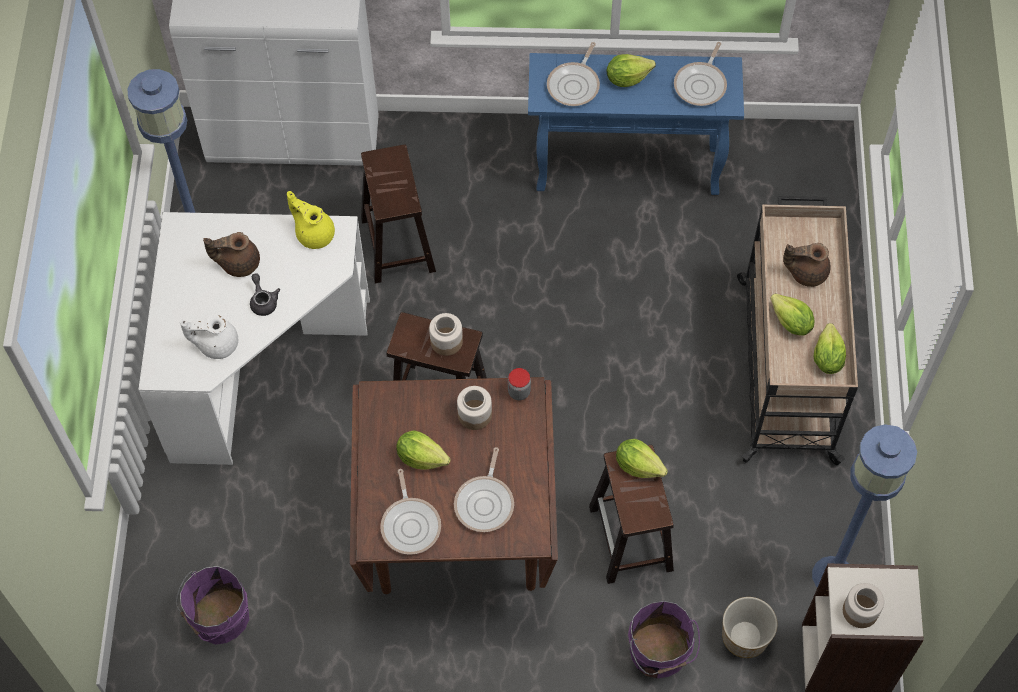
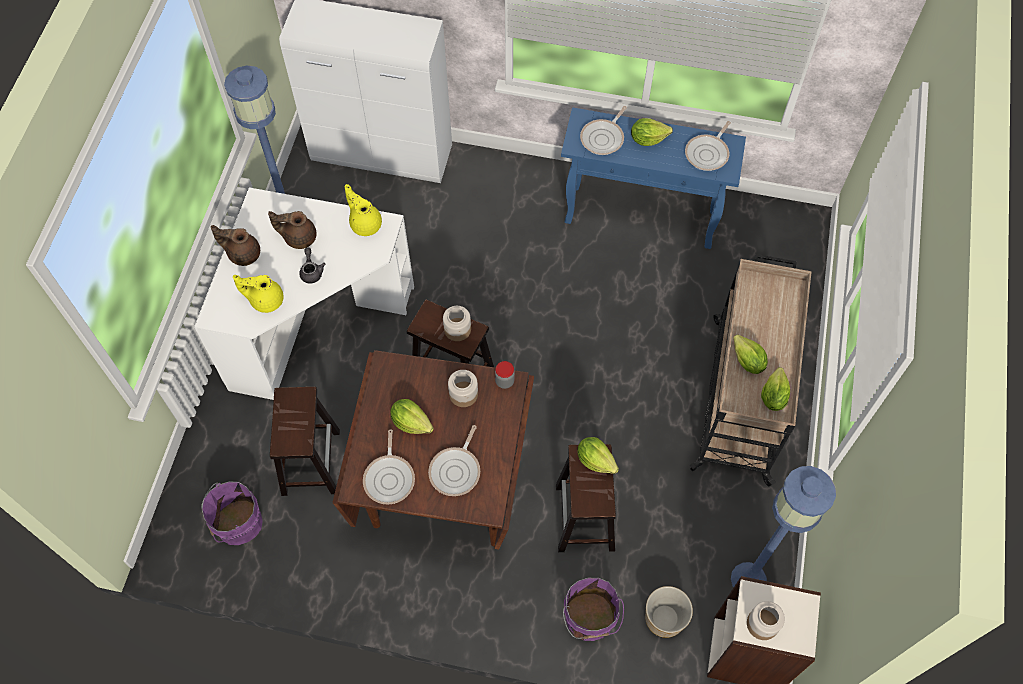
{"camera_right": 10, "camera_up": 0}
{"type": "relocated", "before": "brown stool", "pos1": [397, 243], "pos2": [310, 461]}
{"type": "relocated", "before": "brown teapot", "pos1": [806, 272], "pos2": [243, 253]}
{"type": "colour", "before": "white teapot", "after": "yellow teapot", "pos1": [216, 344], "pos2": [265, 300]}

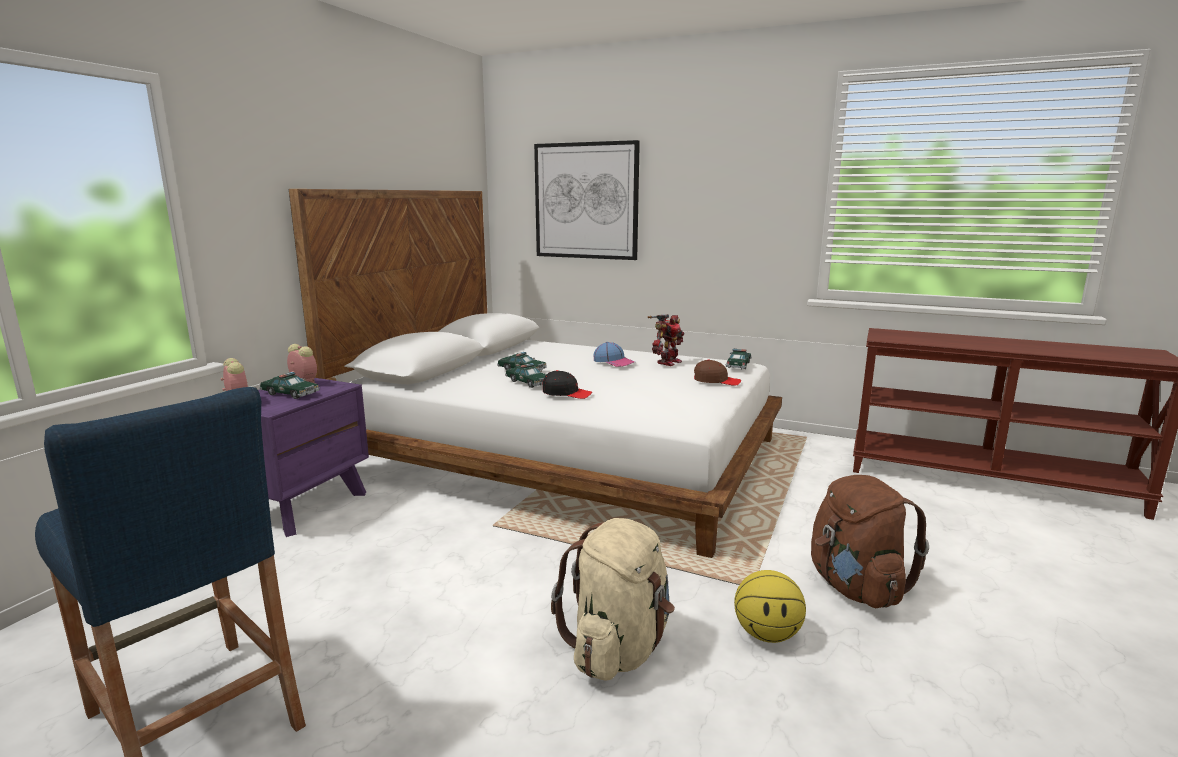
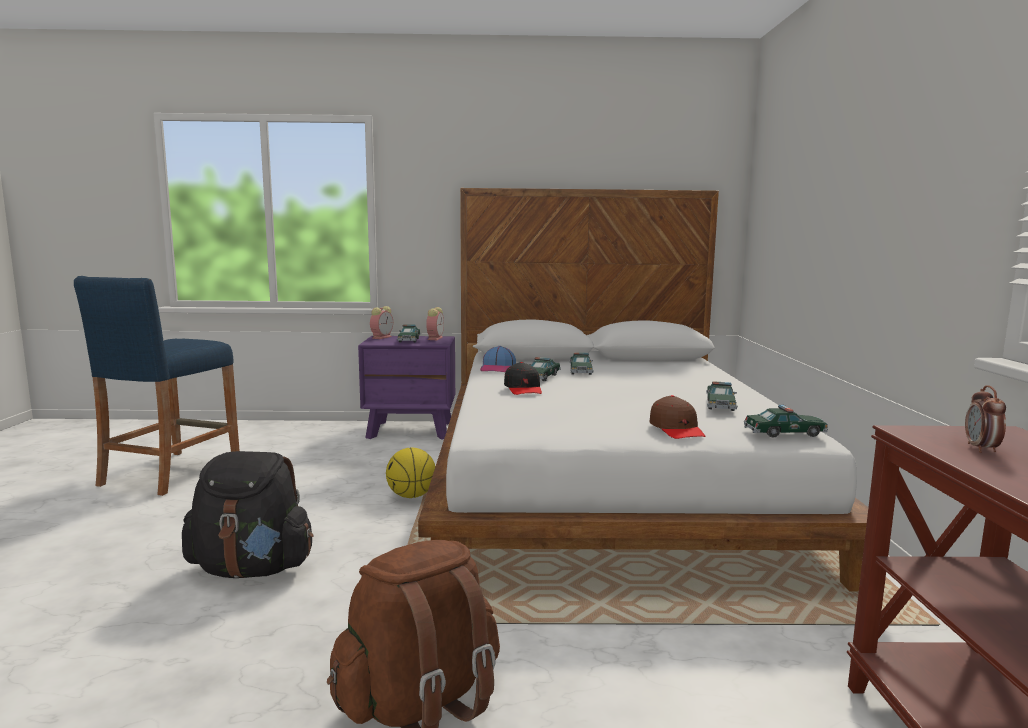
{"camera_right": 65, "camera_up": -5}
{"type": "missing", "before": "picture", "pos1": [586, 201]}
{"type": "appeared", "after": "alarm clock", "pos2": [981, 449]}
{"type": "relocated", "before": "cap", "pos1": [614, 362], "pos2": [498, 368]}
{"type": "relocated", "before": "basketball", "pos1": [767, 635], "pos2": [411, 496]}
{"type": "exchanged", "before": "toy robot", "after": "toy car", "pos1": [667, 362], "pos2": [720, 405]}
{"type": "colour", "before": "beige backpack", "after": "black backpack", "pos1": [618, 648], "pos2": [252, 569]}

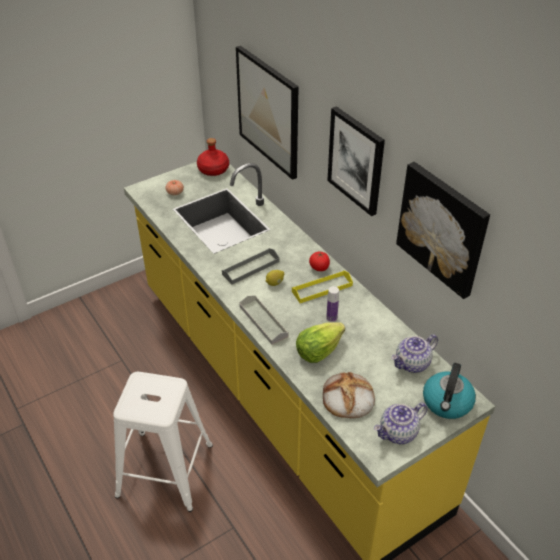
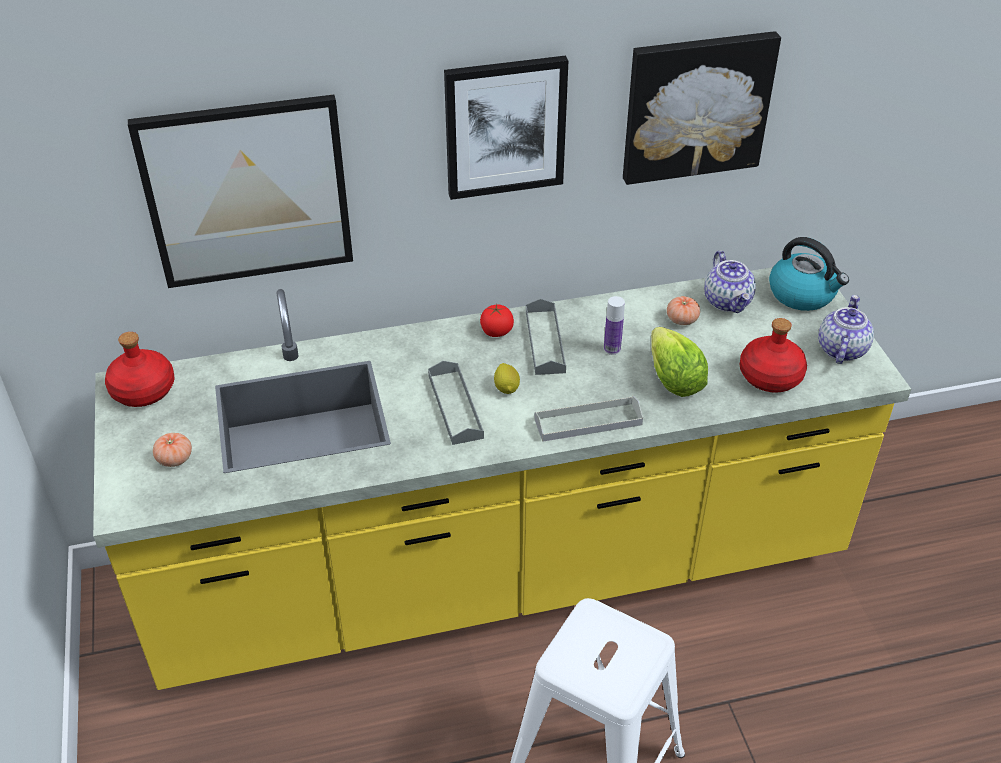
{"camera_right": -70, "camera_up": 0}
{"type": "appeared", "after": "tomato", "pos2": [682, 319]}
{"type": "exchanged", "before": "bread", "after": "red bottle", "pos1": [347, 398], "pos2": [771, 376]}
{"type": "colour", "before": "yellow tray", "after": "grey tray", "pos1": [322, 288], "pos2": [545, 341]}
{"type": "spun", "before": "teapot", "pos1": [398, 433], "pos2": [841, 349], "turn": -150}

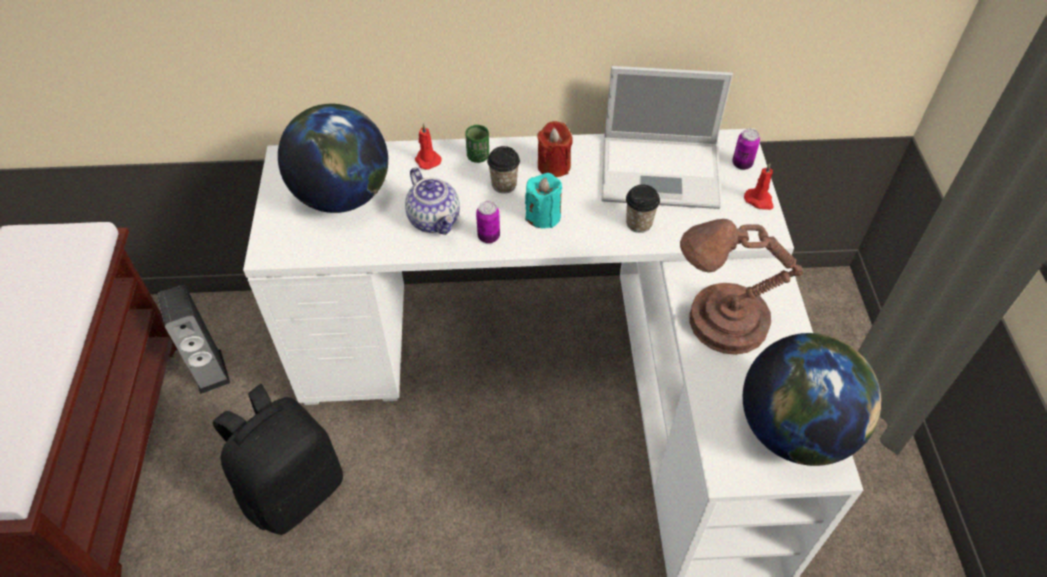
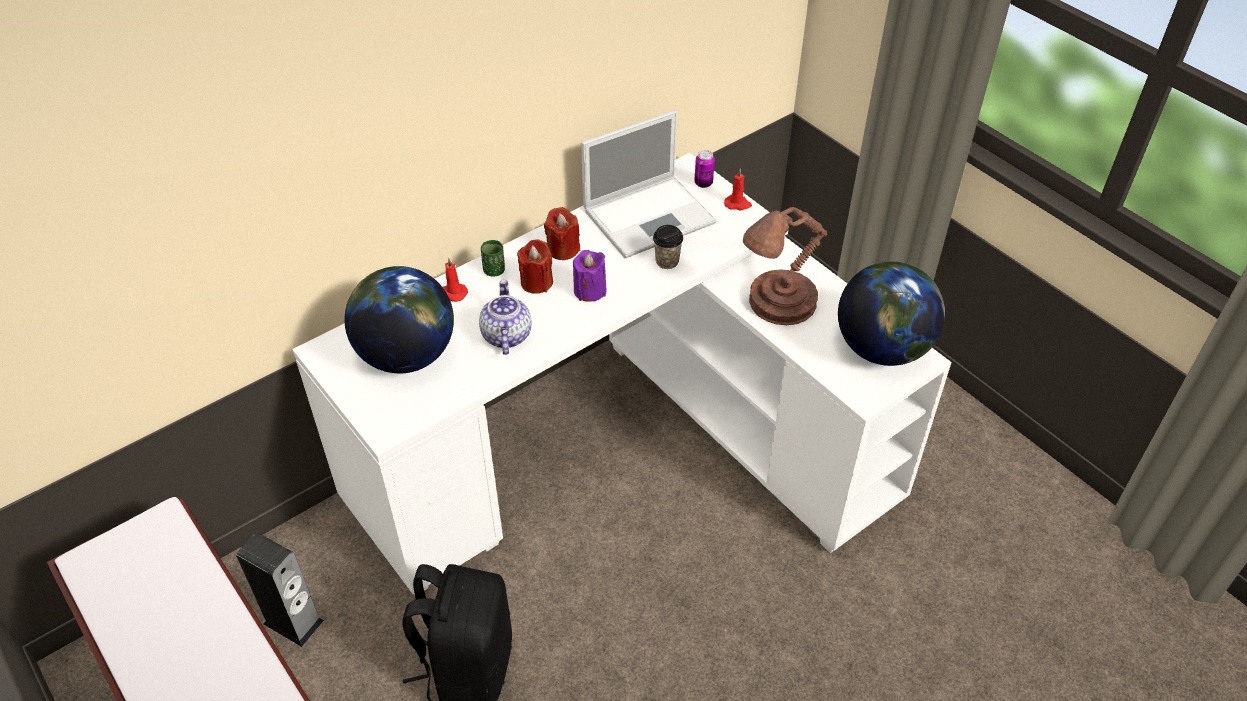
{"camera_right": -35, "camera_up": -5}
{"type": "missing", "before": "can", "pos1": [488, 236]}
{"type": "exchanged", "before": "cup", "after": "red candle", "pos1": [504, 185], "pos2": [536, 282]}
{"type": "colour", "before": "turquoise candle", "after": "purple candle", "pos1": [543, 216], "pos2": [590, 290]}
{"type": "spun", "before": "teapot", "pos1": [435, 220], "pos2": [505, 335], "turn": -120}

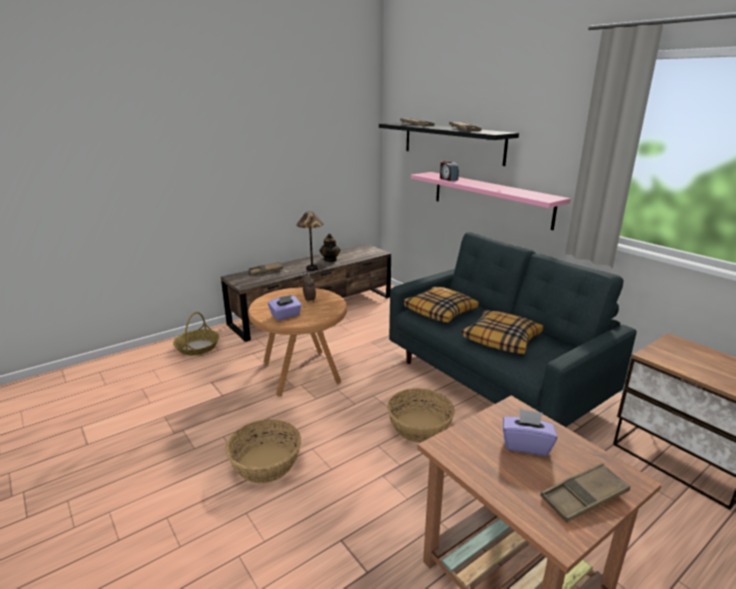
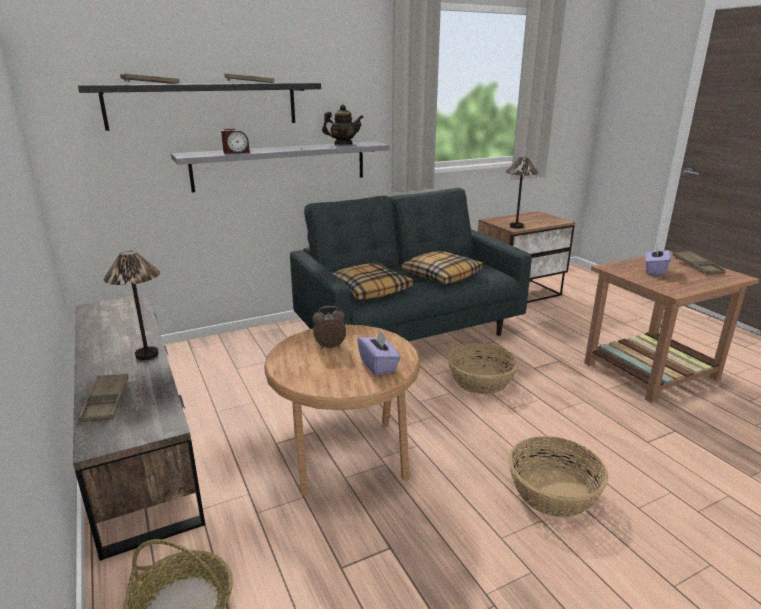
{"camera_right": -80, "camera_up": 0}
{"type": "appeared", "after": "table lamp", "pos2": [516, 226]}
{"type": "relocated", "before": "teapot", "pos1": [330, 260], "pos2": [343, 144]}
{"type": "colour", "before": "pink shelf", "after": "grey shelf", "pos1": [490, 198], "pos2": [281, 165]}

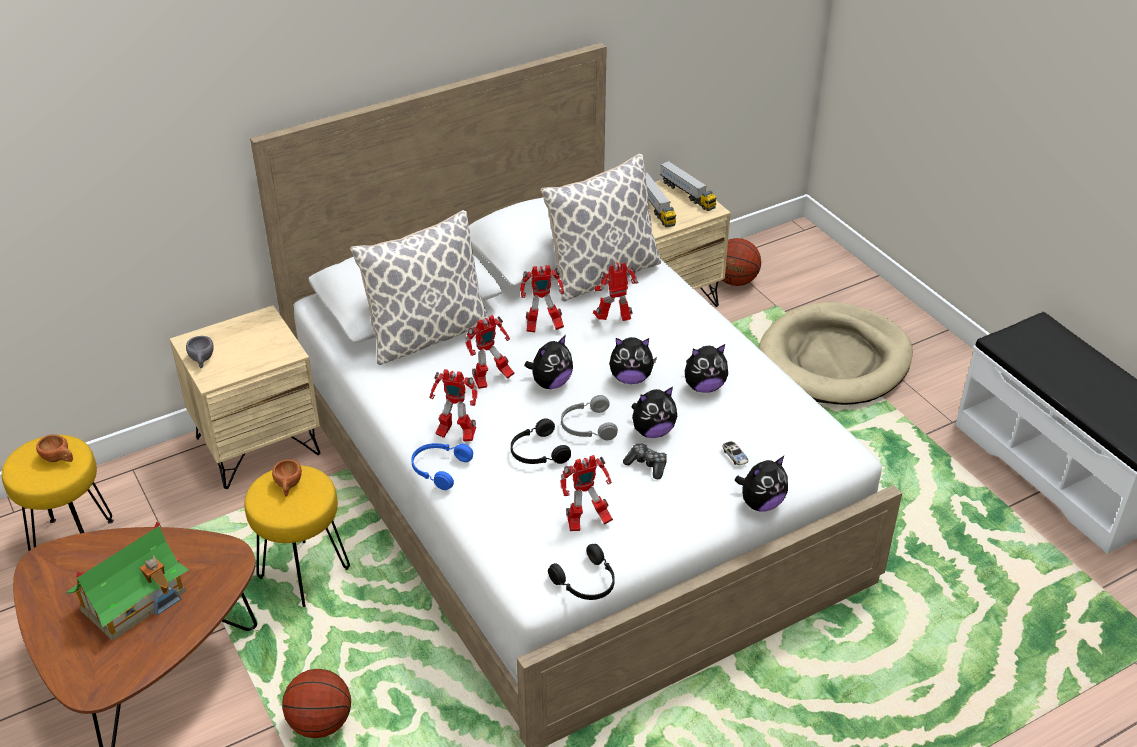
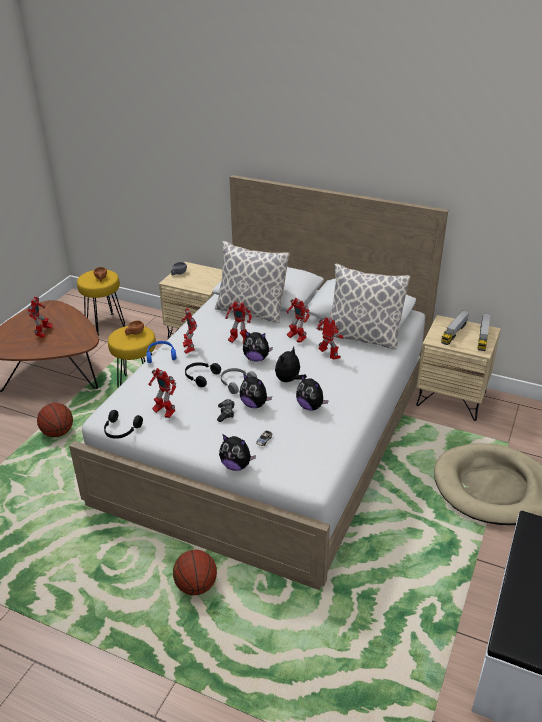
{"camera_right": 55, "camera_up": -5}
{"type": "relocated", "before": "basketball", "pos1": [735, 281], "pos2": [196, 586]}
{"type": "exchanged", "before": "toy house", "after": "toy robot", "pos1": [134, 599], "pos2": [43, 333]}
{"type": "spun", "before": "plush toy", "pos1": [630, 378], "pos2": [289, 380], "turn": 75}

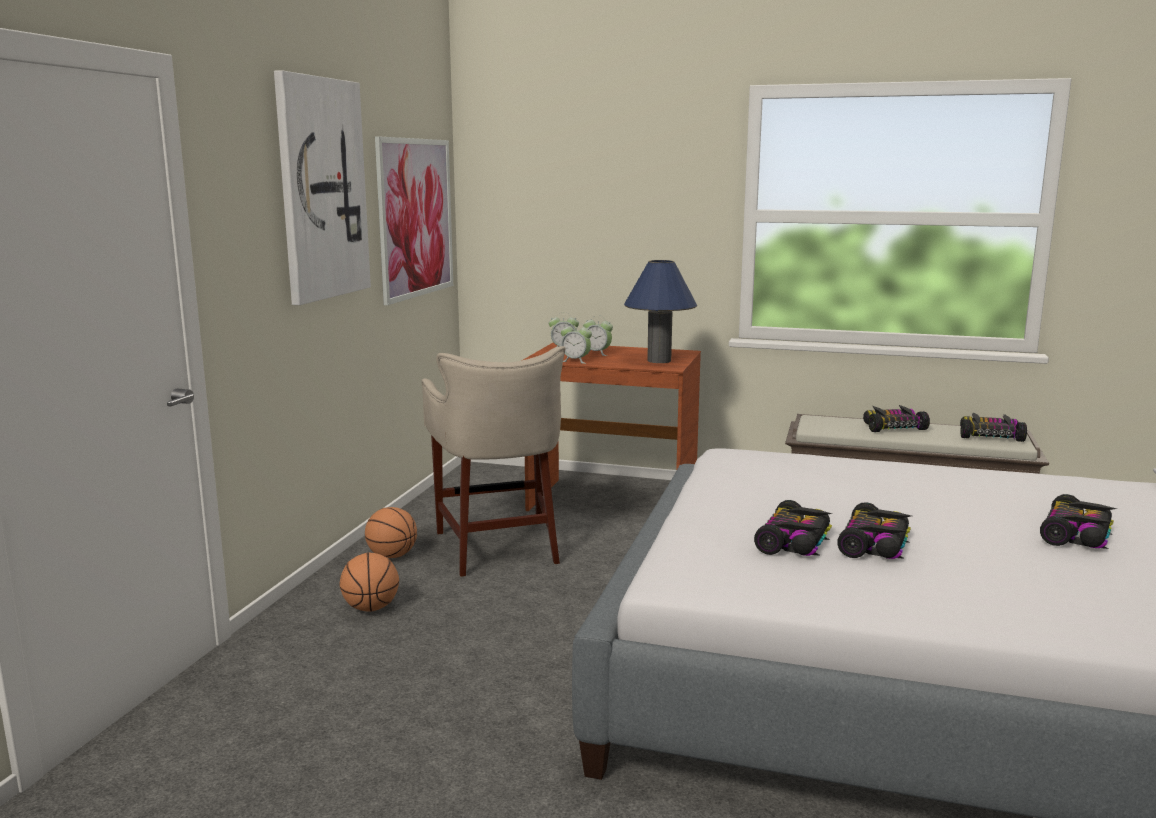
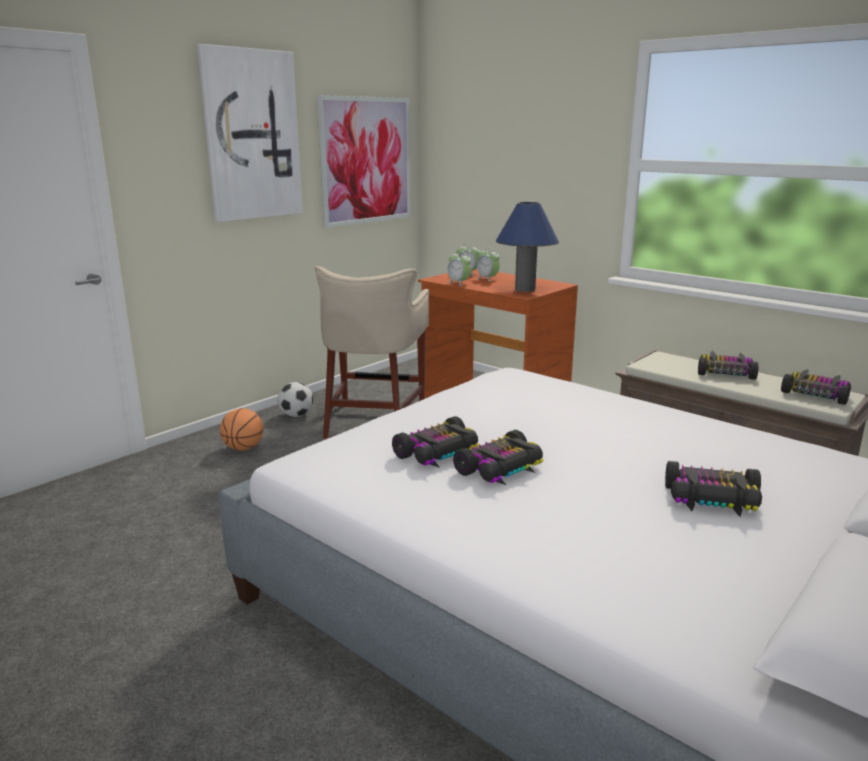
{"camera_right": 25, "camera_up": 5}
{"type": "exchanged", "before": "basketball", "after": "football", "pos1": [392, 556], "pos2": [296, 415]}
{"type": "spun", "before": "toy car", "pos1": [1077, 535], "pos2": [711, 499], "turn": 45}

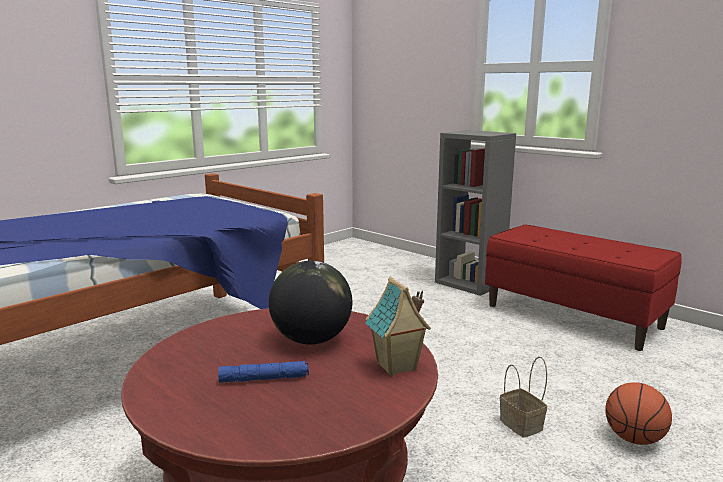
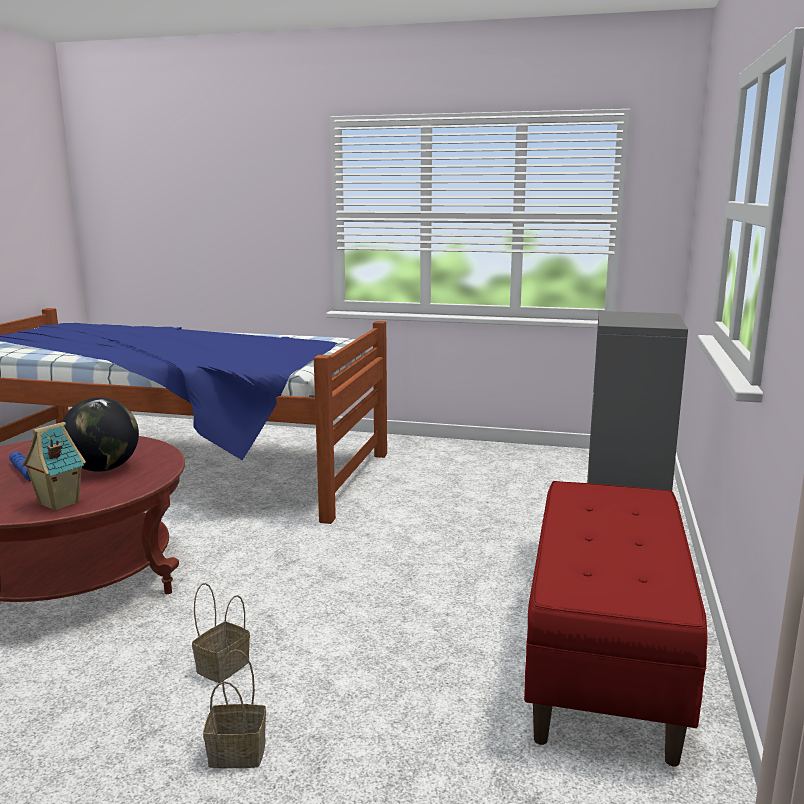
{"camera_right": 60, "camera_up": 0}
{"type": "exchanged", "before": "basketball", "after": "basket", "pos1": [634, 439], "pos2": [235, 754]}

